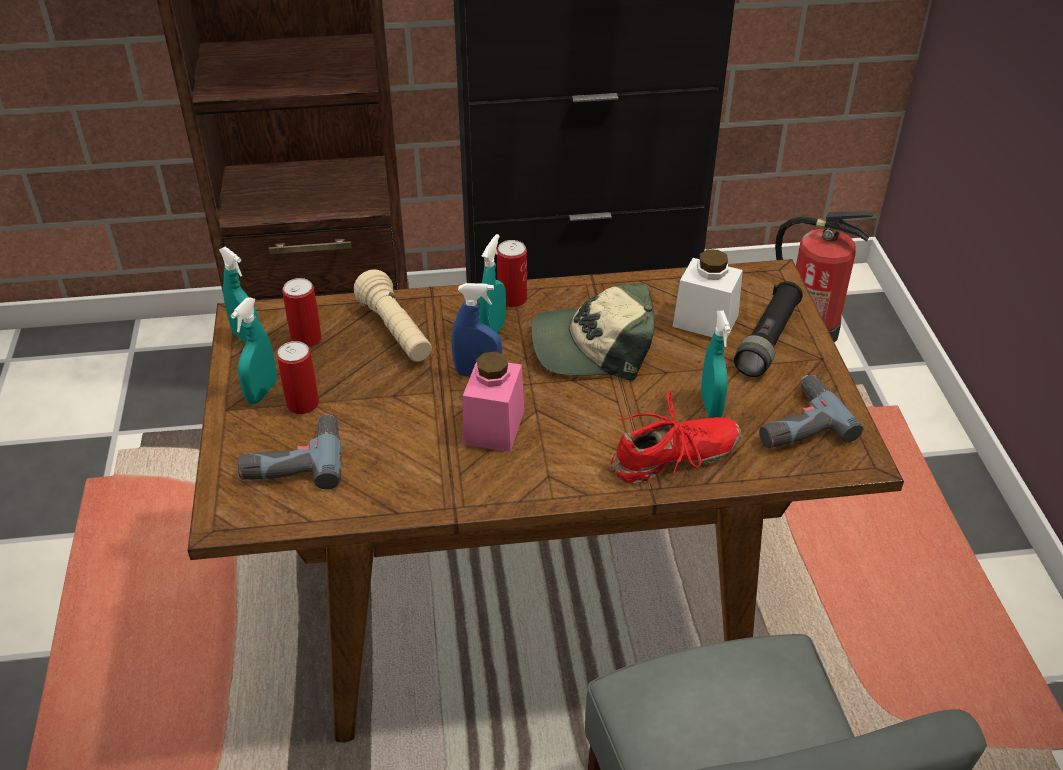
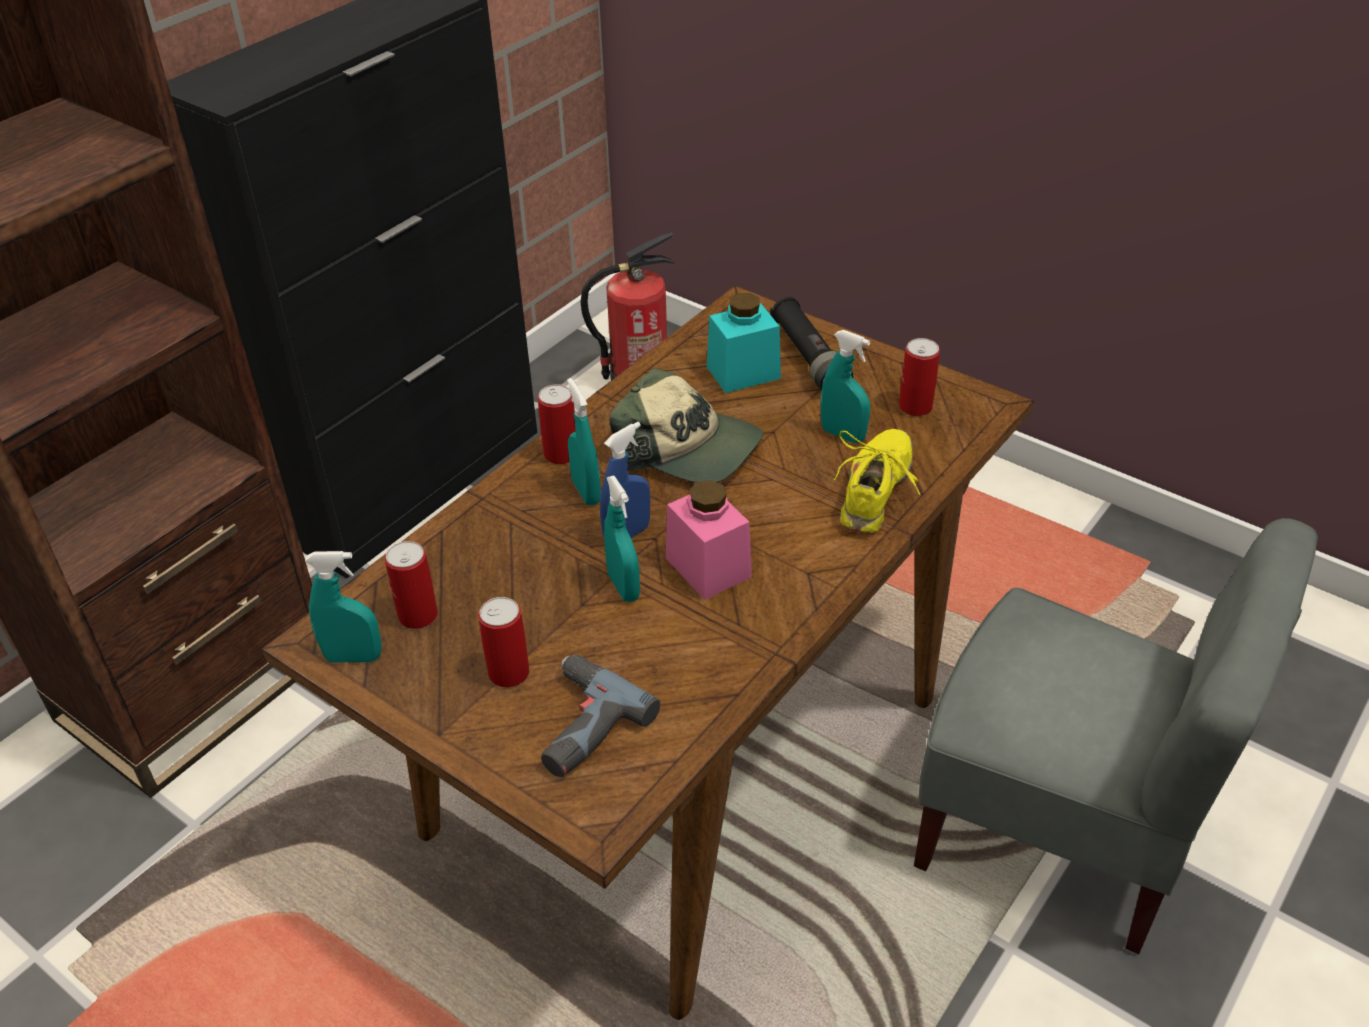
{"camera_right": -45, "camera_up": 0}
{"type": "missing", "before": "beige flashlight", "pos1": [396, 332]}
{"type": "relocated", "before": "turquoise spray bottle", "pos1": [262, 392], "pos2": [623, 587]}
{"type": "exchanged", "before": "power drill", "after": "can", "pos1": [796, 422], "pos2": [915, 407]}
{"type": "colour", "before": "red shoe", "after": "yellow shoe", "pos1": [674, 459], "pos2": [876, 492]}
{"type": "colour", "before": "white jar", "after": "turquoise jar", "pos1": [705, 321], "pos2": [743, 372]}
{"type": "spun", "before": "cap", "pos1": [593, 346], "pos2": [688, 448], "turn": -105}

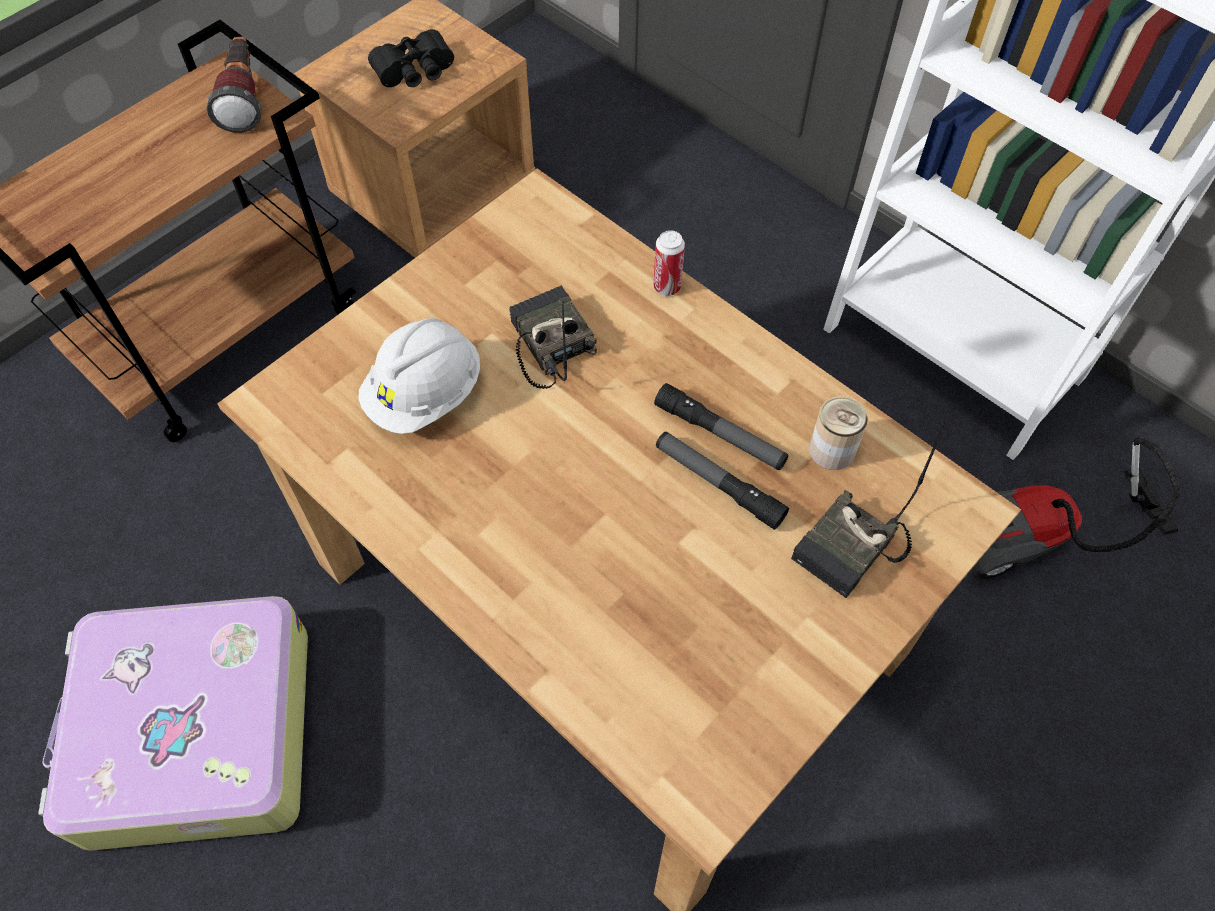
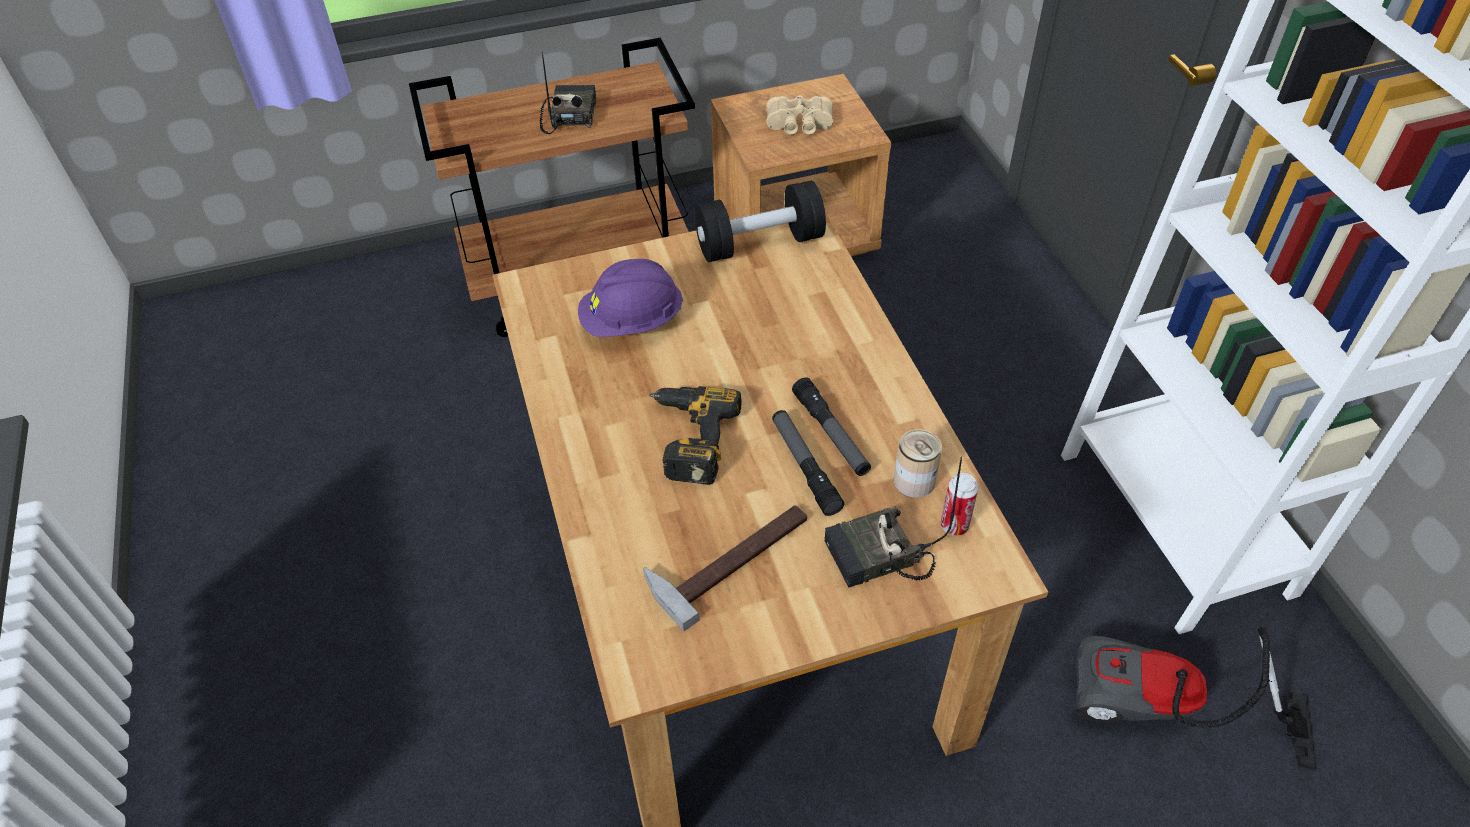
{"camera_right": 30, "camera_up": -10}
{"type": "missing", "before": "suitcase", "pos1": [195, 735]}
{"type": "missing", "before": "flashlight", "pos1": [244, 98]}
{"type": "appeared", "after": "hammer", "pos2": [730, 556]}
{"type": "appeared", "after": "power drill", "pos2": [687, 438]}
{"type": "appeared", "after": "black dumbbell", "pos2": [759, 243]}
{"type": "relocated", "before": "radio", "pos1": [548, 344], "pos2": [569, 115]}
{"type": "relocated", "before": "can", "pos1": [667, 287], "pos2": [954, 526]}
{"type": "colour", "before": "white hard hat", "after": "purple hard hat", "pos1": [425, 395], "pos2": [632, 322]}
{"type": "colour", "before": "black binoculars", "after": "beige binoculars", "pos1": [416, 73], "pos2": [799, 126]}

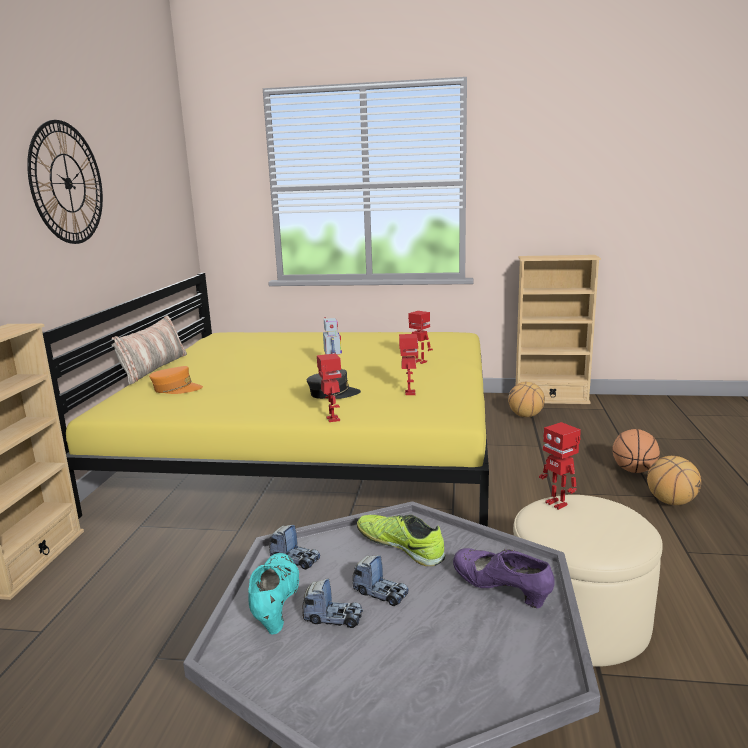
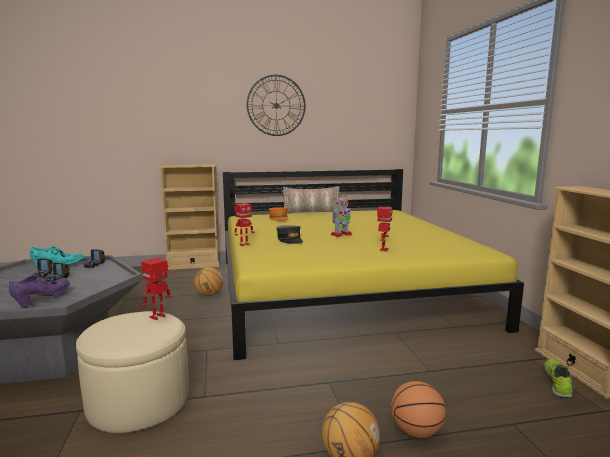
{"camera_right": 70, "camera_up": -5}
{"type": "missing", "before": "toy robot", "pos1": [409, 393]}
{"type": "relocated", "before": "shoe", "pos1": [400, 546], "pos2": [557, 382]}
{"type": "relocated", "before": "basketball", "pos1": [525, 416], "pos2": [208, 295]}

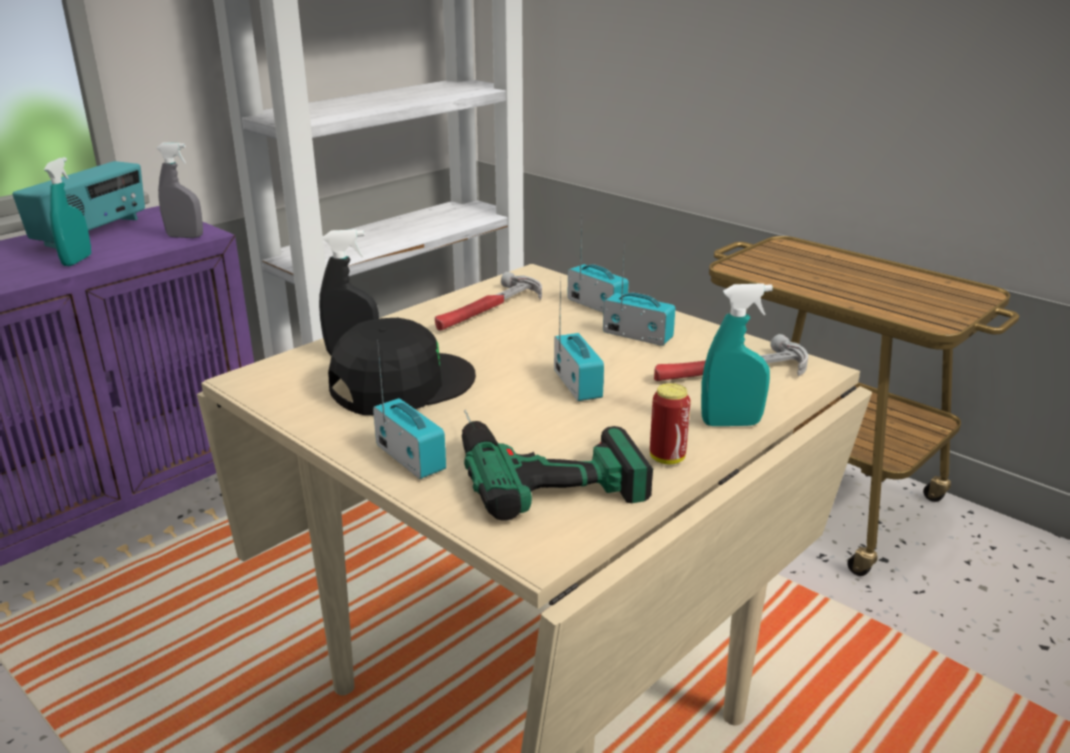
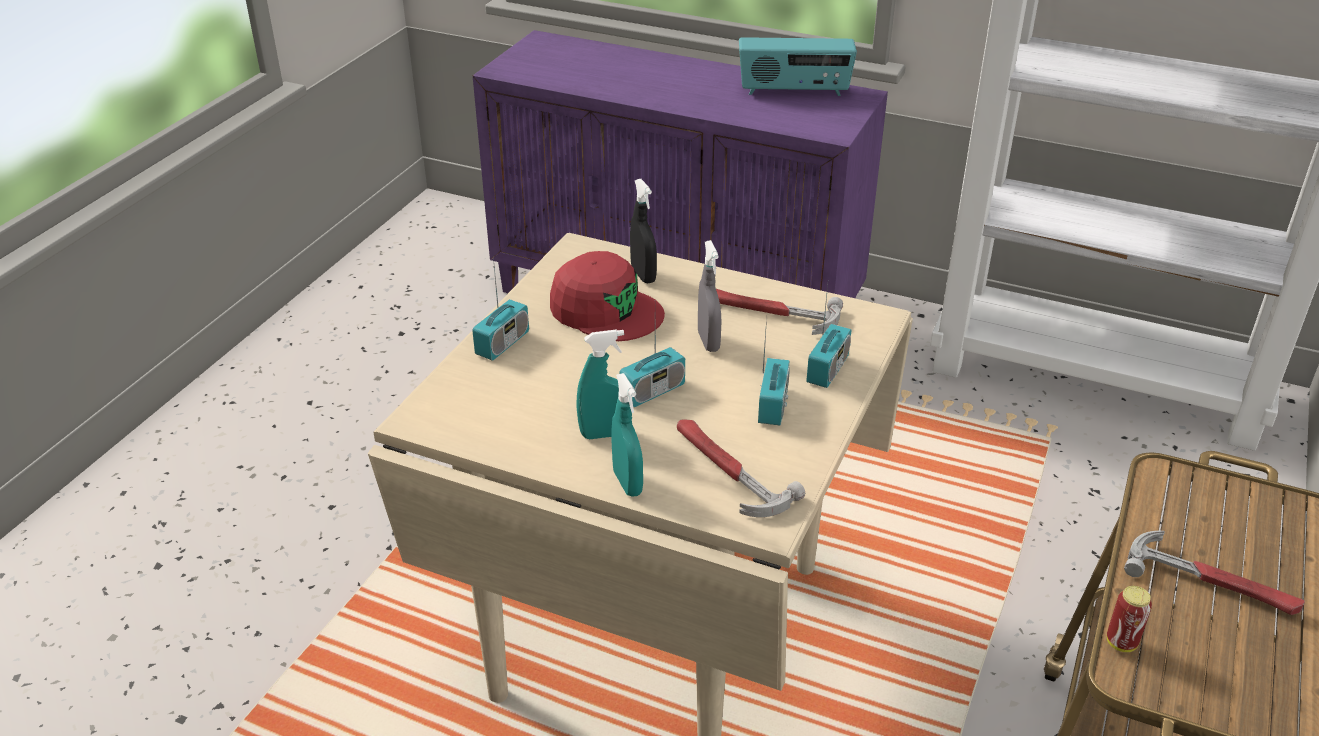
{"camera_right": 70, "camera_up": 10}
{"type": "missing", "before": "power drill", "pos1": [542, 463]}
{"type": "appeared", "after": "hammer", "pos2": [1212, 582]}
{"type": "relocated", "before": "turquoise spray bottle", "pos1": [77, 260], "pos2": [605, 434]}
{"type": "relocated", "before": "grey spray bottle", "pos1": [185, 236], "pos2": [708, 342]}
{"type": "relocated", "before": "can", "pos1": [667, 458], "pos2": [1121, 642]}
{"type": "colour", "before": "black cap", "after": "red cap", "pos1": [401, 384], "pos2": [606, 310]}

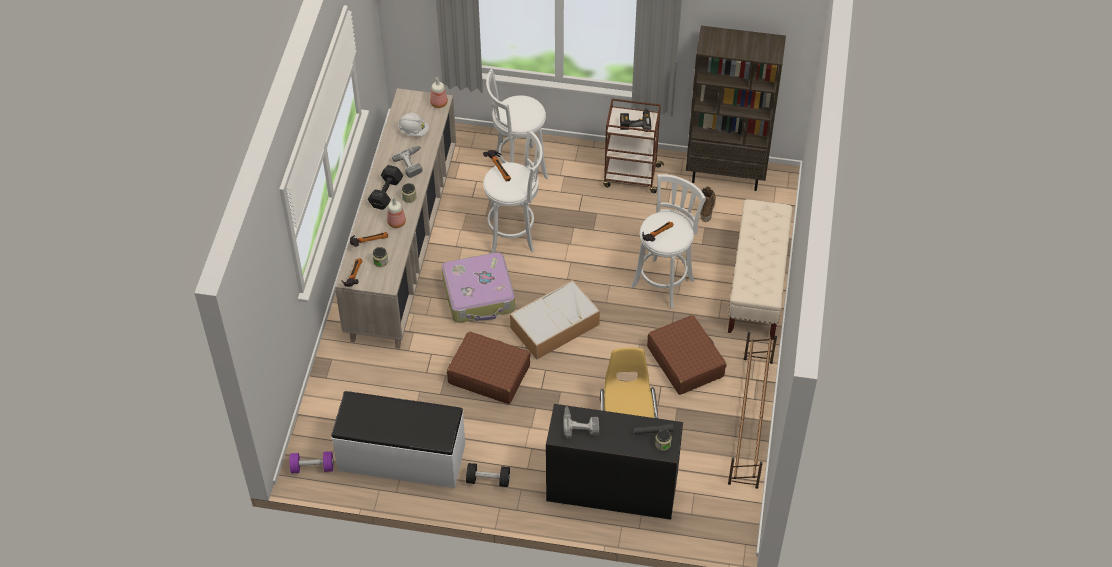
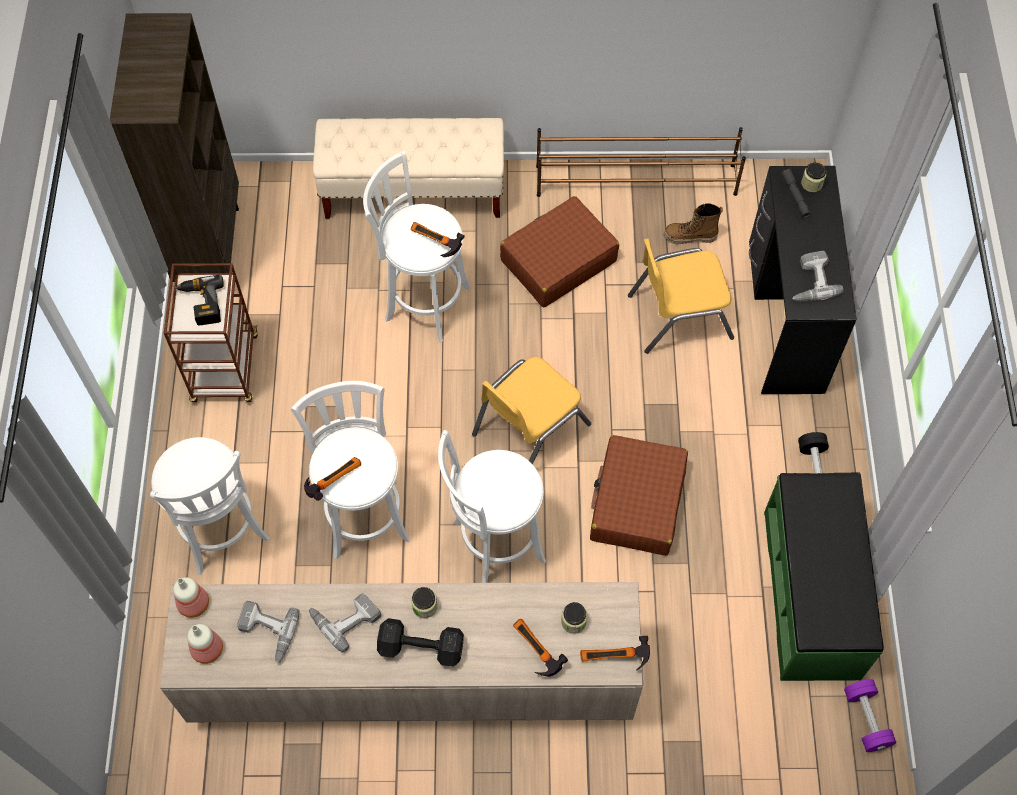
{"camera_right": -100, "camera_up": 10}
{"type": "relocated", "before": "bottle", "pos1": [396, 222], "pos2": [206, 650]}
{"type": "relocated", "before": "boot", "pos1": [706, 208], "pos2": [690, 237]}
{"type": "exchanged", "before": "white hard hat", "after": "power drill", "pos1": [413, 131], "pos2": [266, 633]}
{"type": "exchanged", "before": "suitcase", "after": "white stool", "pos1": [479, 295], "pos2": [494, 543]}
{"type": "exchanged", "before": "storage box", "after": "yellow chair", "pos1": [555, 325], "pos2": [529, 428]}
{"type": "colour", "before": "white bench", "after": "green bench", "pos1": [401, 458], "pos2": [812, 593]}

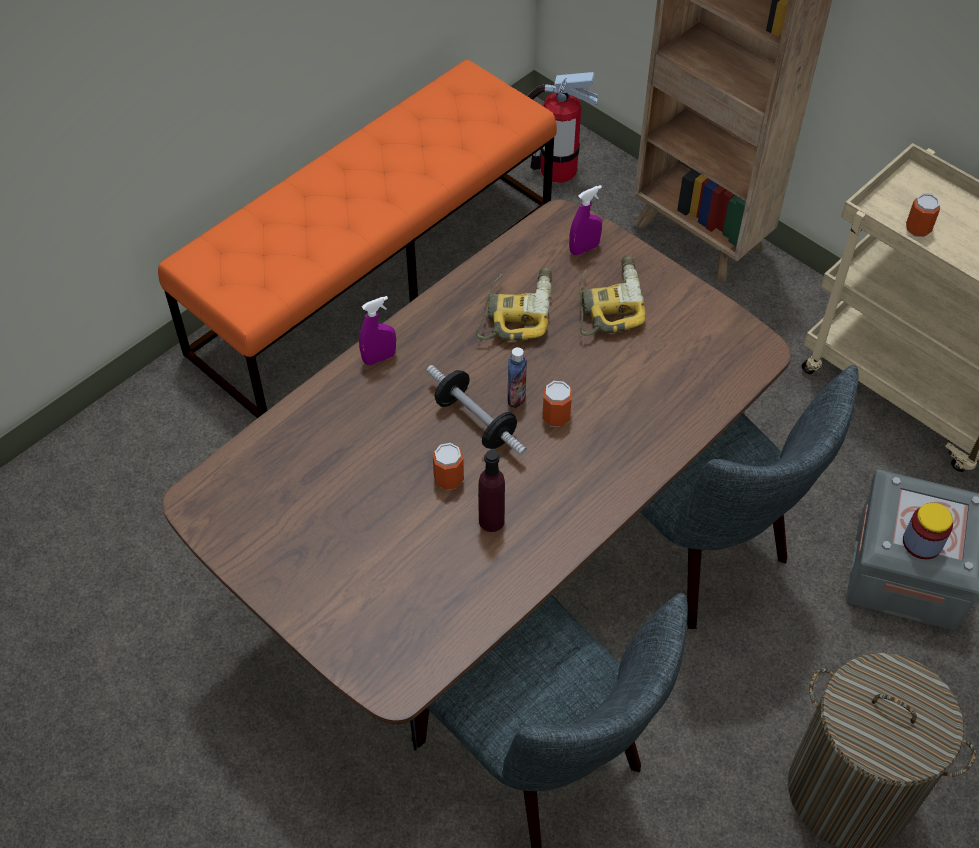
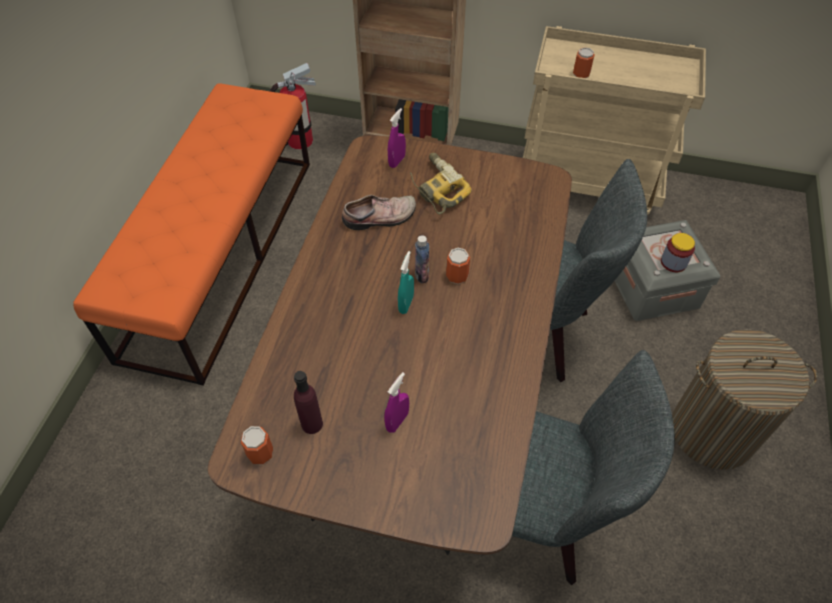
{"camera_right": -30, "camera_up": 0}
{"type": "relocated", "before": "purple spray bottle", "pos1": [379, 358], "pos2": [397, 421]}
{"type": "relocated", "before": "can", "pos1": [448, 479], "pos2": [260, 453]}
{"type": "relocated", "before": "purple bottle", "pos1": [491, 521], "pos2": [312, 424]}
{"type": "exchanged", "before": "dumbbell", "after": "turquoise spray bottle", "pos1": [475, 422], "pos2": [406, 304]}
{"type": "exchanged", "before": "power drill", "after": "shoe", "pos1": [516, 310], "pos2": [380, 218]}

